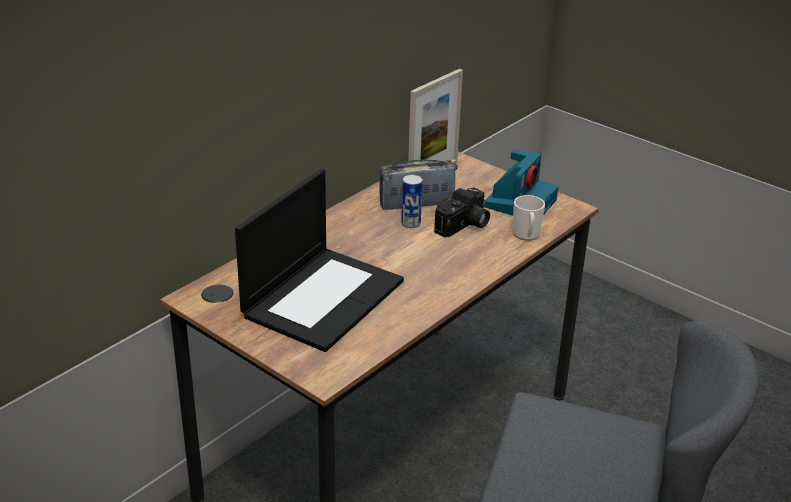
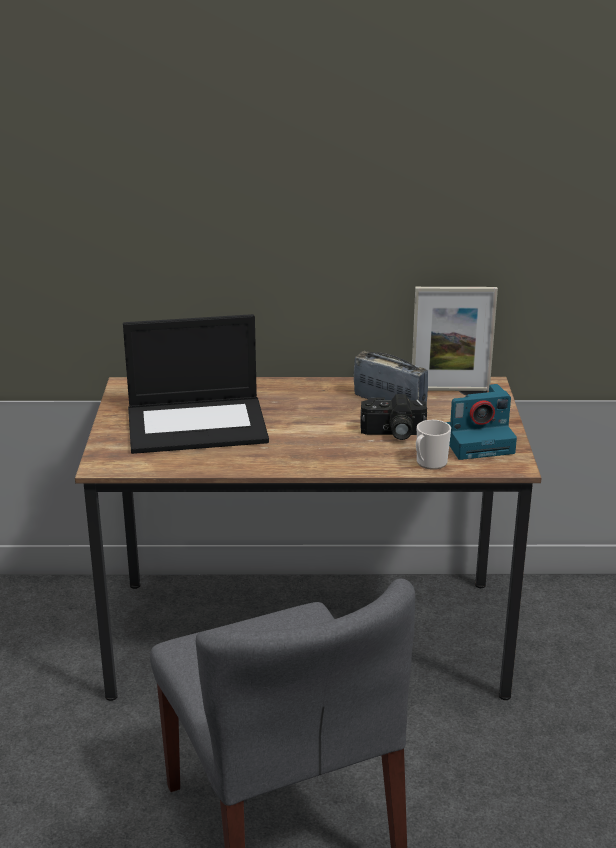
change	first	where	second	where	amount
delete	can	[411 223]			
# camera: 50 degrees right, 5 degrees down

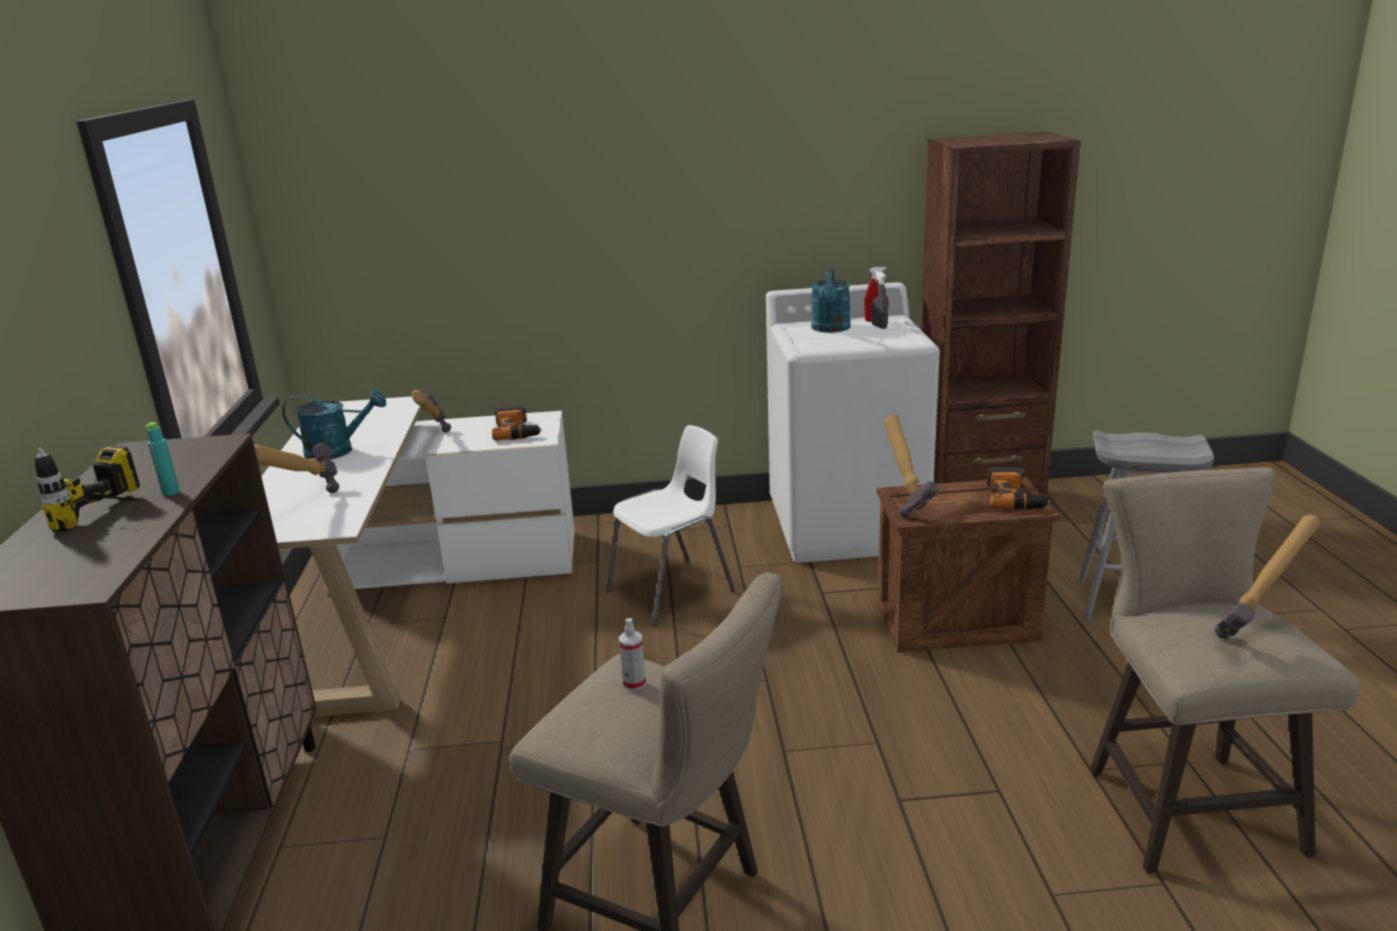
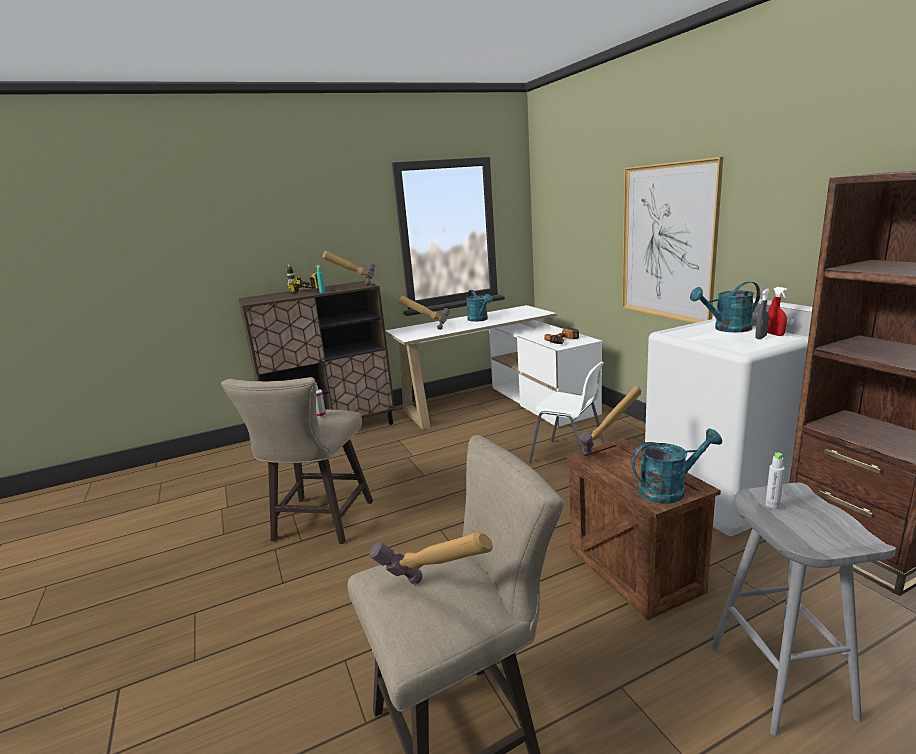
change	first	where	second	where	amount
insert			picture	[667 242]	
insert			grey bottle	[772 505]	
move	hammer	[431 442]		[353 286]	
replace	power drill	[1015 497]	turquoise watering can	[669 490]	
# camera: 70 degrees right, 5 degrees down

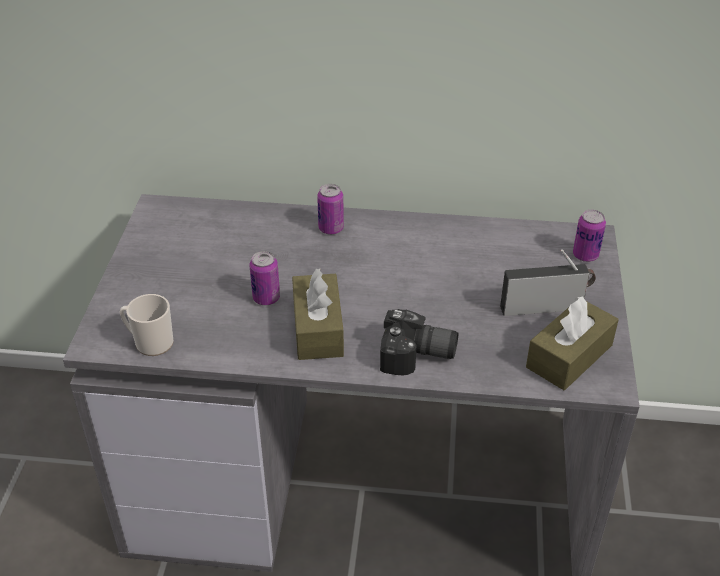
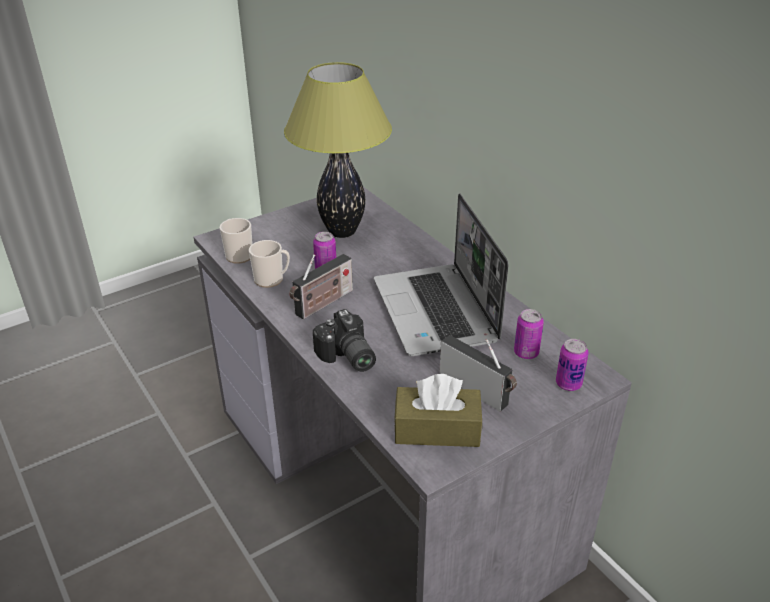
change	first	where	second	where	amount
insert			mug	[272 279]	
insert			table lamp	[342 231]	
insert			laptop	[437 312]	
move	can	[331 228]		[526 353]	
replace	brown tissue box	[318 329]	radio	[322 304]	
# camera: 50 degrees right, 5 degrees down

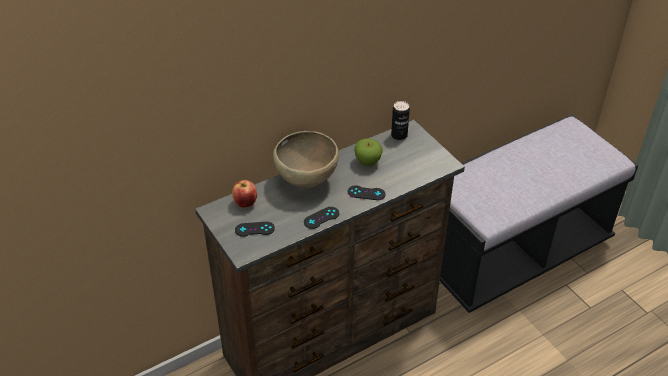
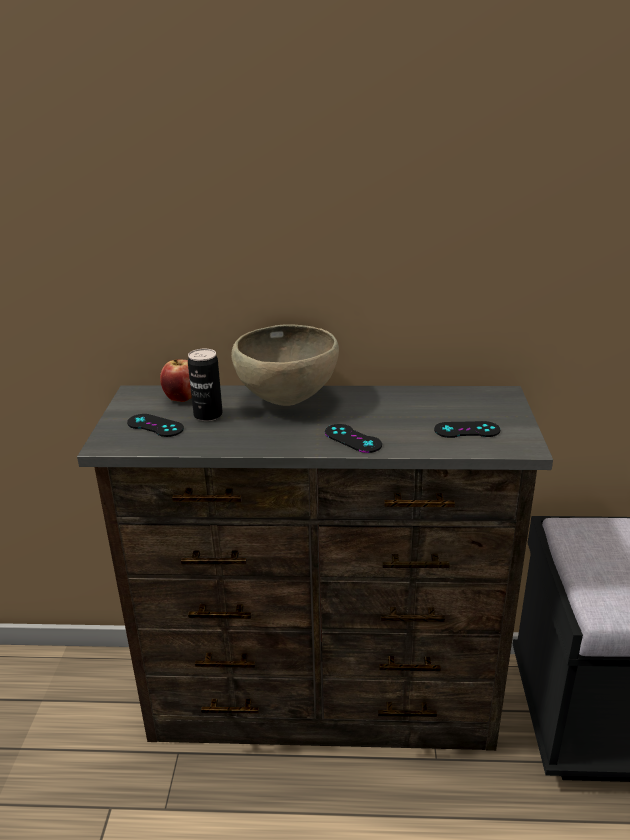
change	first	where	second	where	amount
delete	apple	[368 162]			
move	black game controller	[321 218]		[467 430]	
move	can	[399 135]		[208 415]	
# camera: 35 degrees right, 15 degrees down

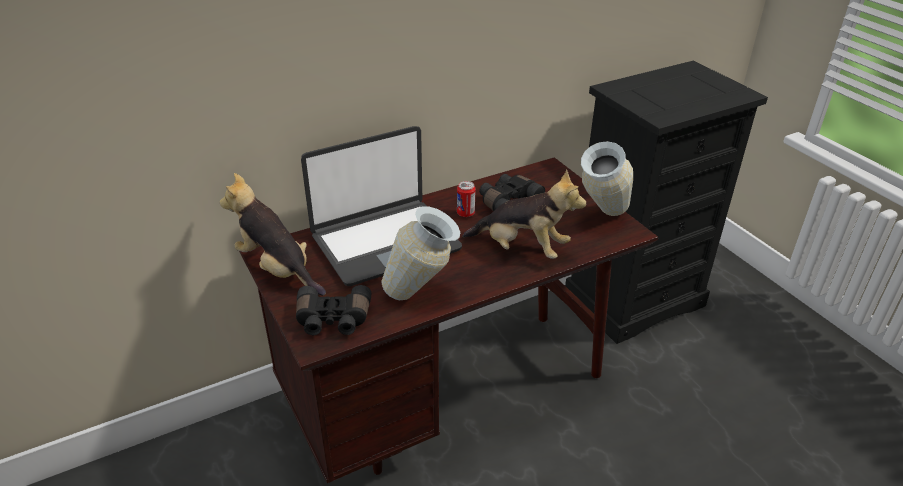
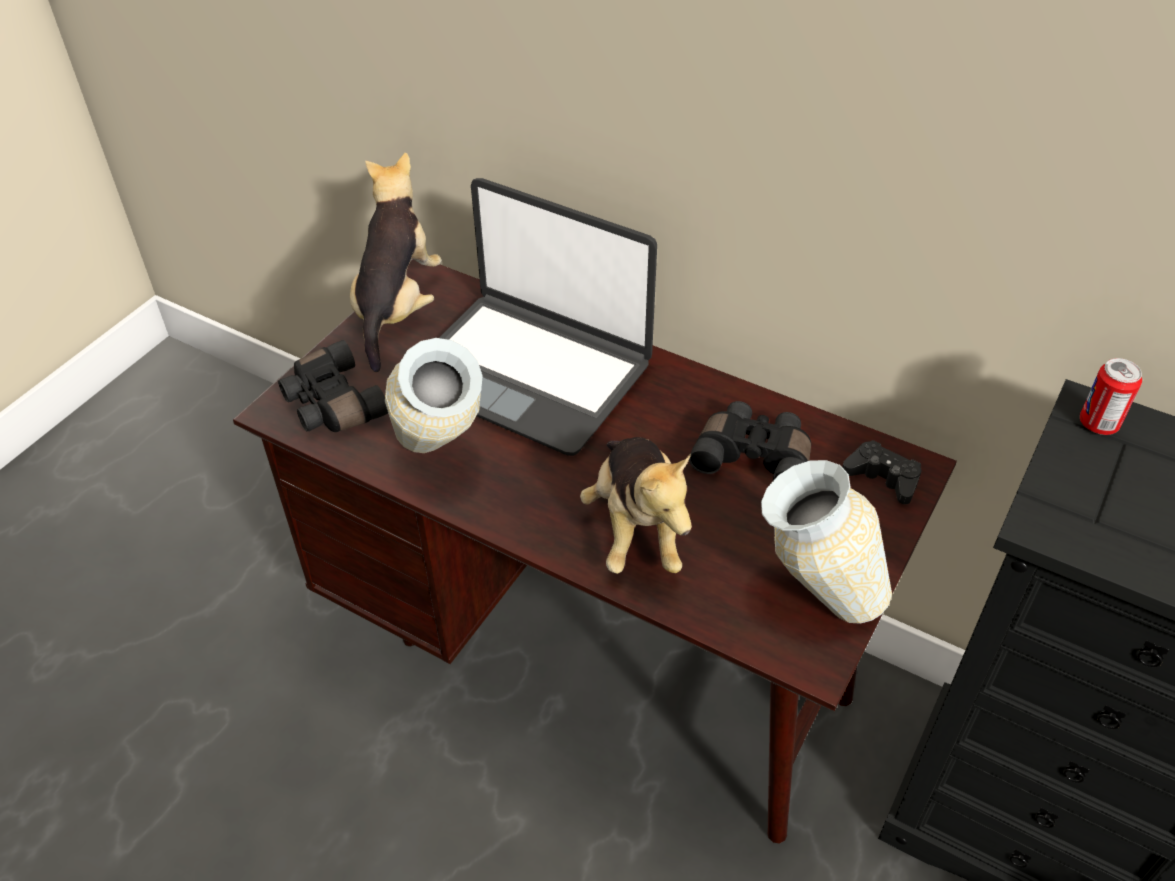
change	first	where	second	where	amount
insert			black game controller	[882 478]	
move	can	[465 213]		[1098 424]	
# camera: 60 degrees right, 10 degrees up

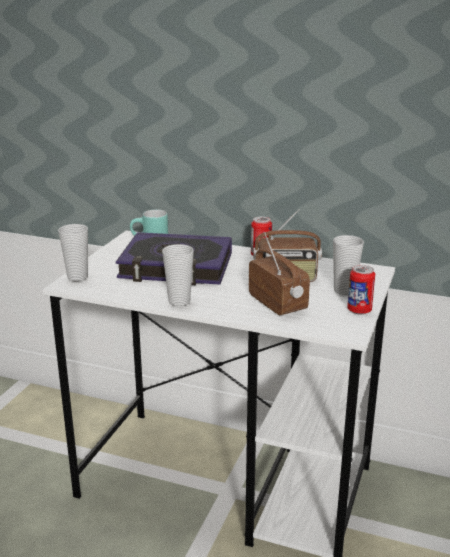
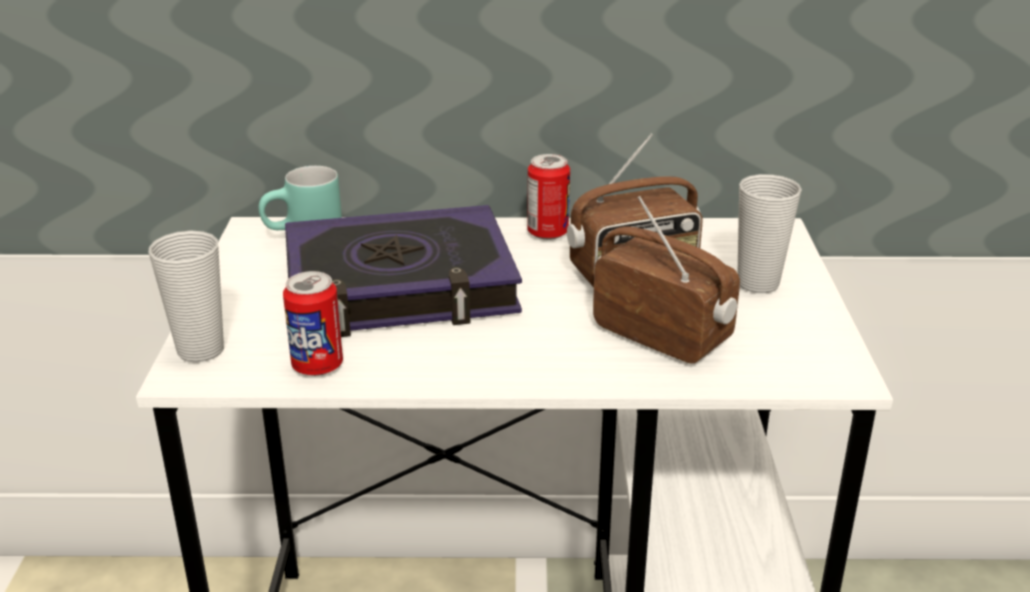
change	first	where	second	where	amount
delete	cup	[179 301]			
move	can	[359 310]		[317 366]	
# camera: 20 degrees left, 5 degrees up

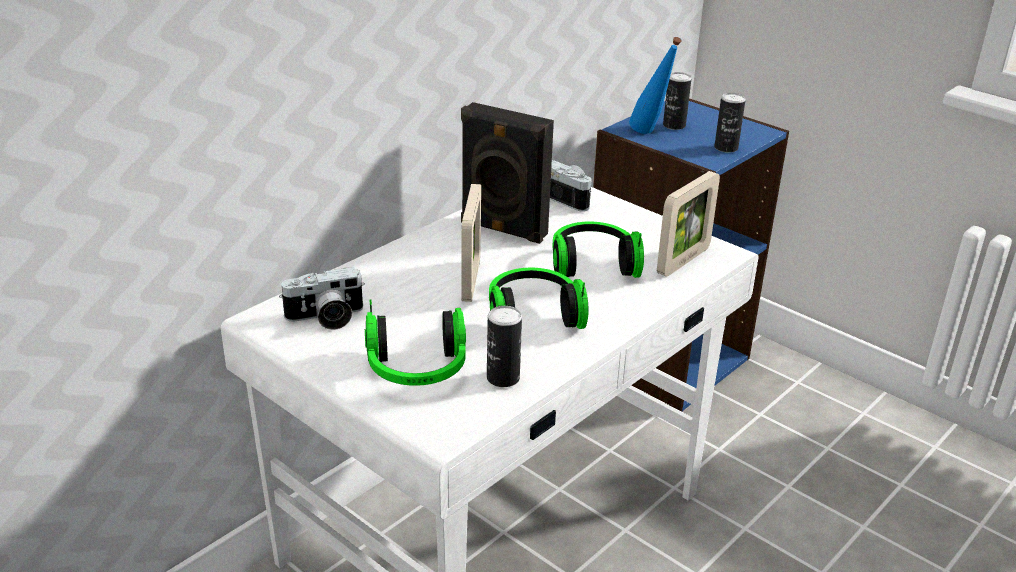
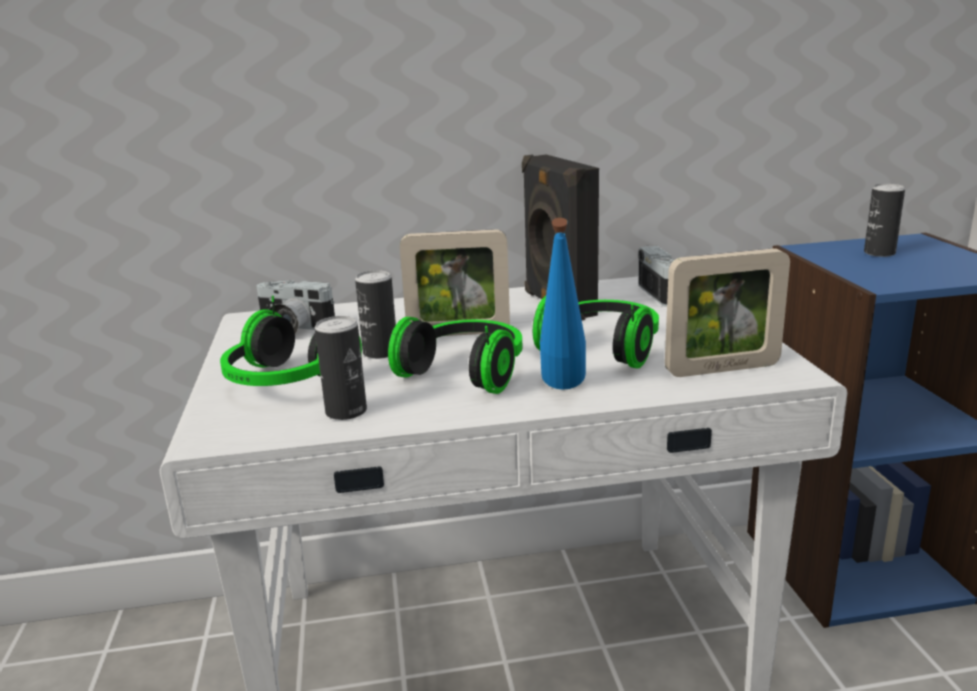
change	first	where	second	where	amount
move	blue bottle	[650 134]		[562 392]	
move	can	[726 148]		[380 352]	
rotate	picture frame	[471 281]		[458 333]	45 degrees clockwise
# camera: 40 degrees right, 10 degrees down

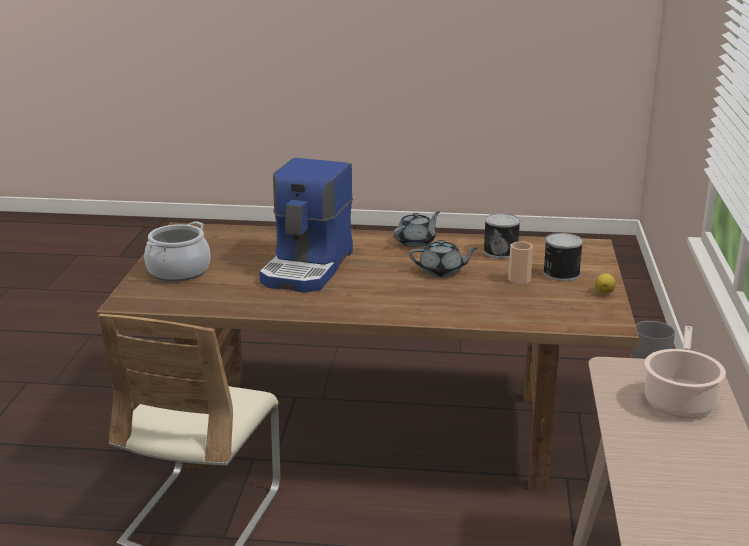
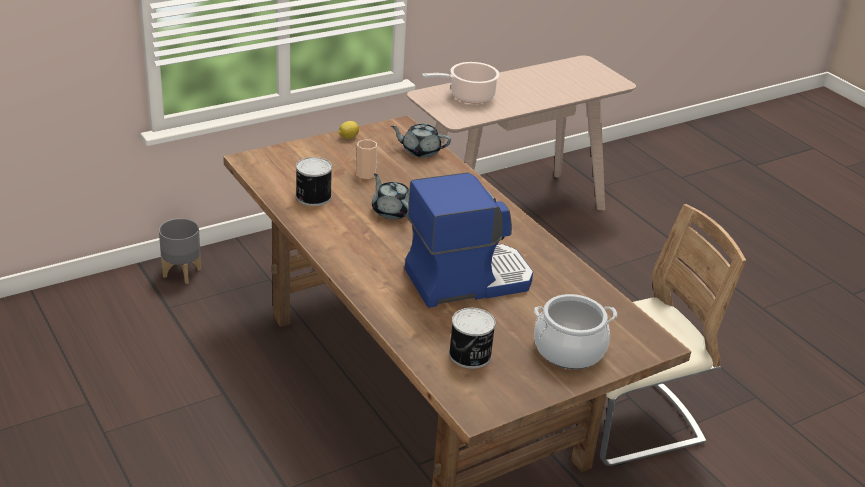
change	first	where	second	where	amount
move	grey teapot	[416 242]		[420 151]	
move	can	[560 273]		[470 355]	
# camera: 130 degrees left, 10 degrees up

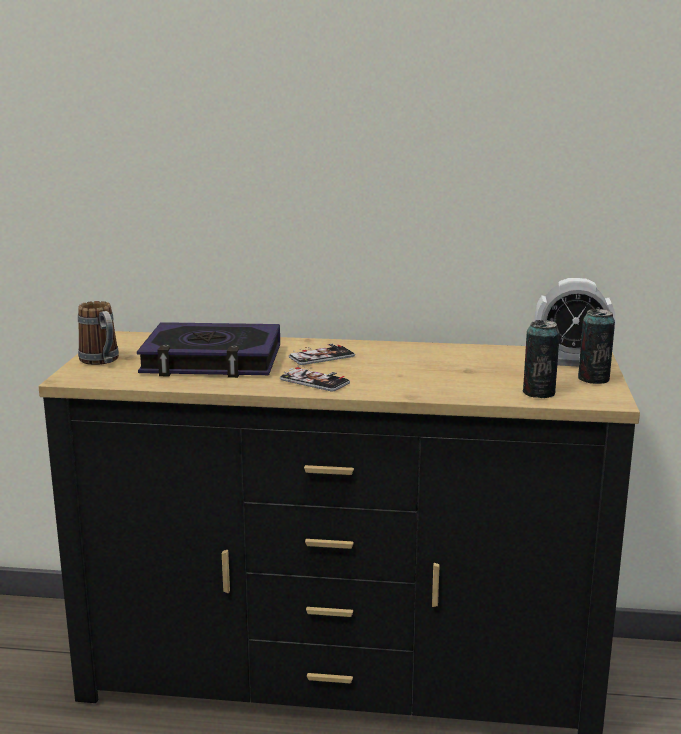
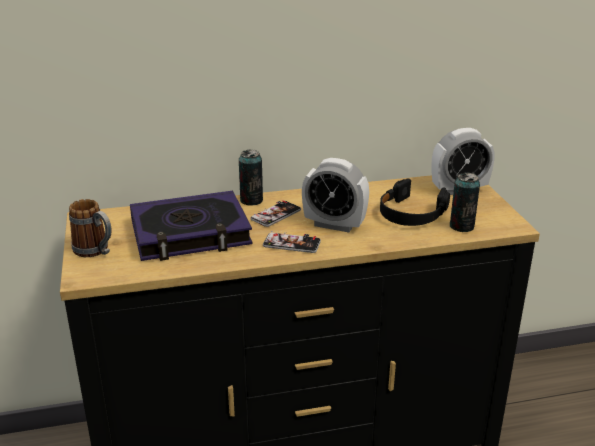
change	first	where	second	where	amount
insert			alarm clock	[334 225]	
insert			black headphones	[411 213]	
move	can	[593 379]		[251 200]	
# camera: 20 degrees left, 10 degrees up

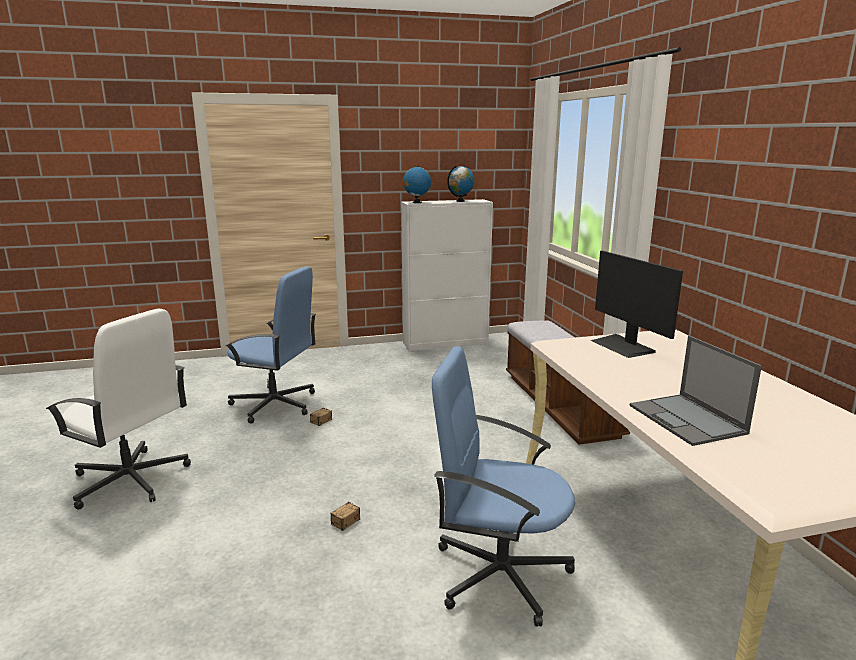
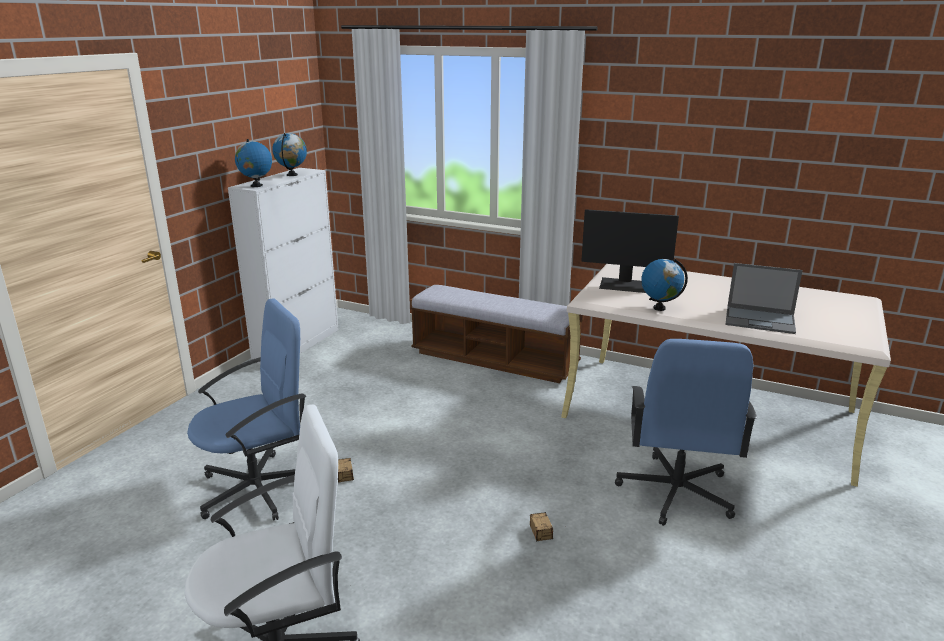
change	first	where	second	where	amount
insert			globe	[659 308]	
rotate	blue office chair	[498 573]		[675 492]	45 degrees counterclockwise
# camera: 50 degrees left, 5 degrees up

